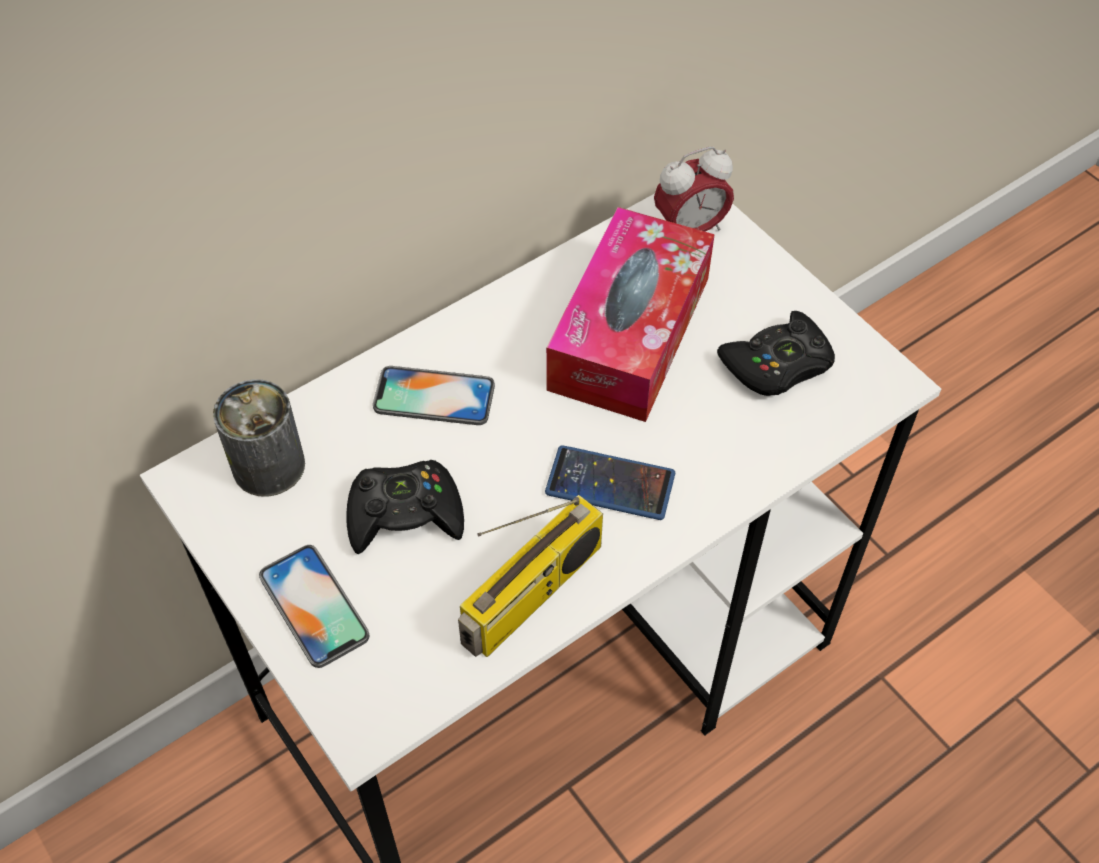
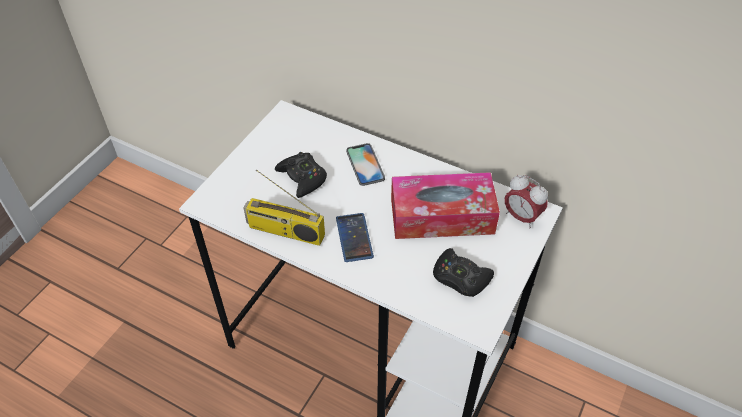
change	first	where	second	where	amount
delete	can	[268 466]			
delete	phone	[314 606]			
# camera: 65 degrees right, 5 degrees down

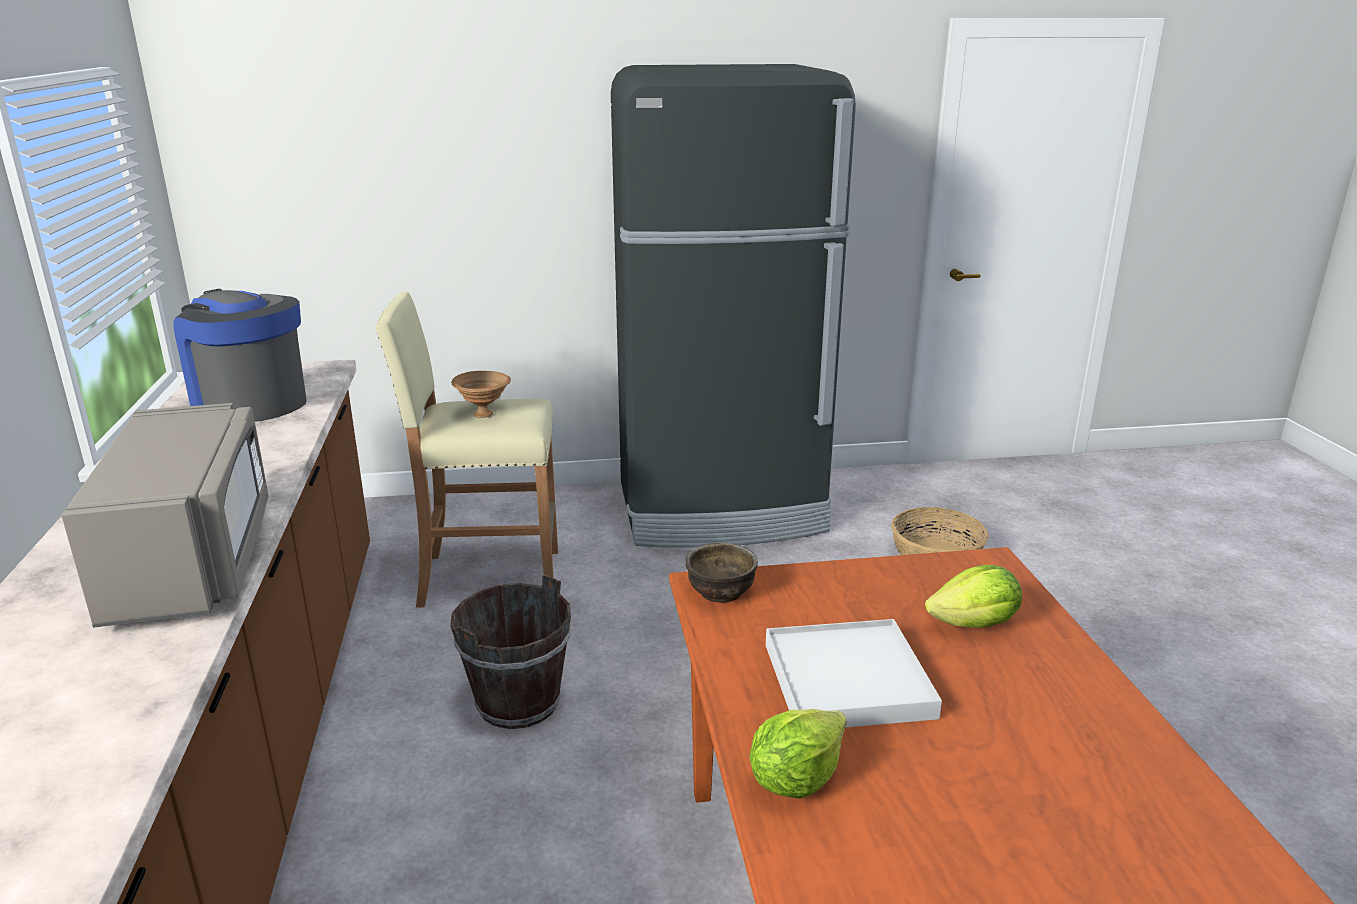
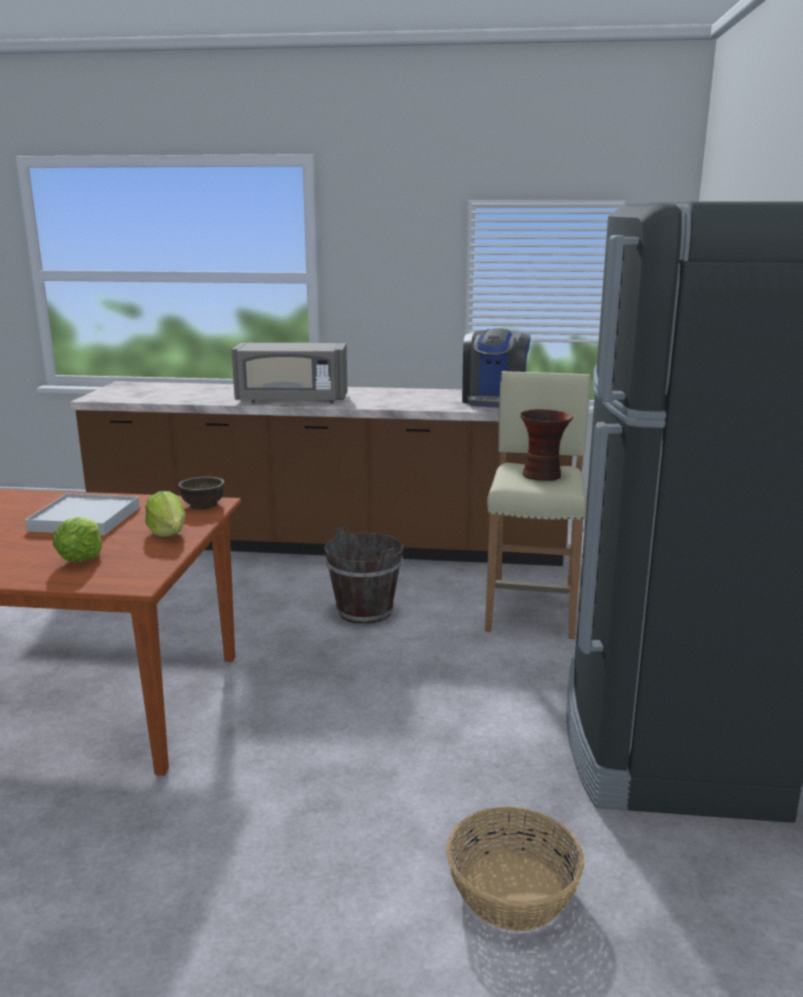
change	first	where	second	where	amount
move	lettuce	[795 778]		[168 533]	
replace	brown bowl	[484 414]	vase	[543 475]	
rotate	coffee machine	[249 402]		[494 400]	135 degrees clockwise
# camera: 105 degrees right, 5 degrees down

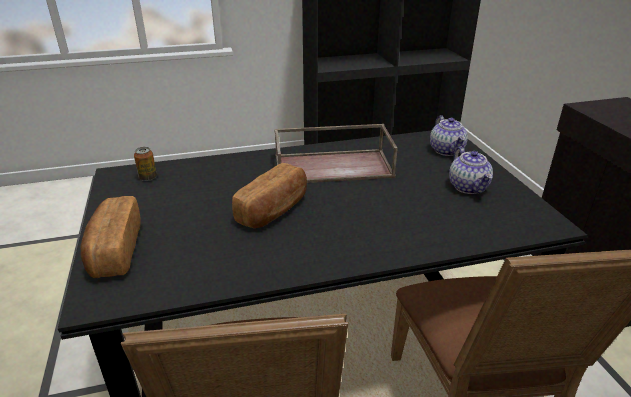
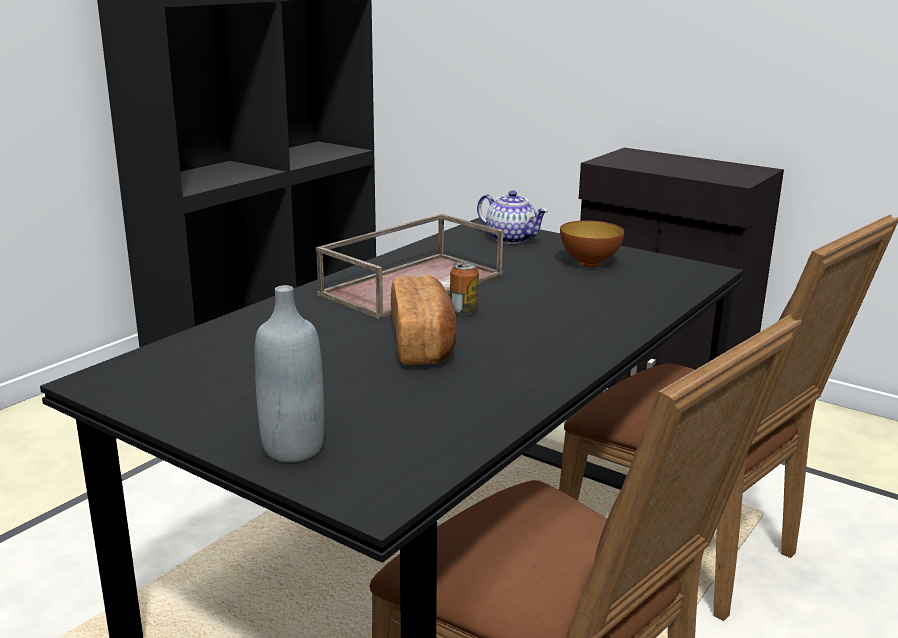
change	first	where	second	where	amount
move	can	[148 177]		[463 311]	
replace	bread	[114 251]	grey bottle	[293 449]	
replace	teapot	[469 187]	bowl	[589 263]	
# camera: 40 degrees left, 10 degrees down

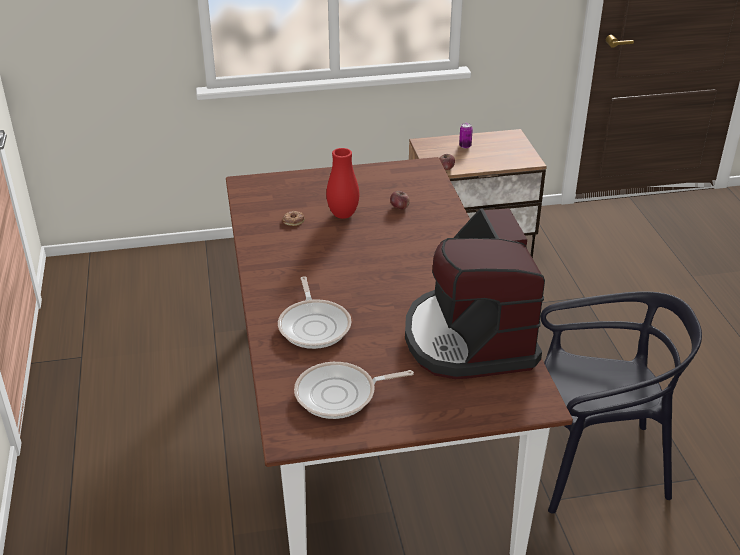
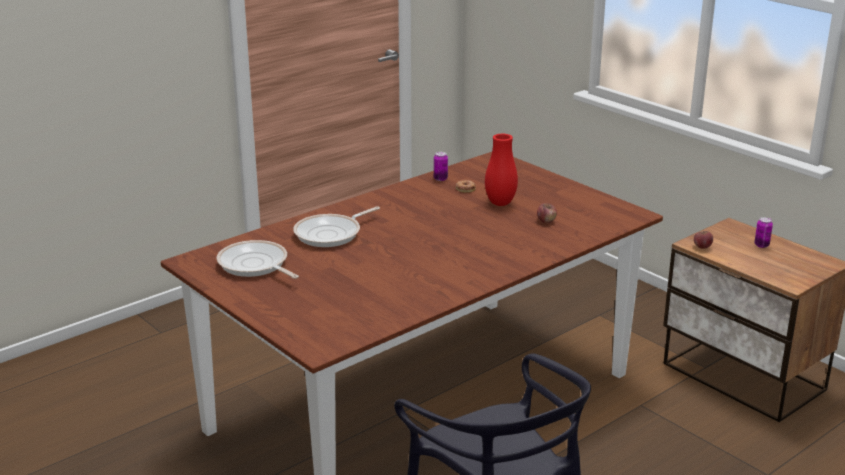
change	first	where	second	where	amount
delete	coffee machine	[469 338]			
insert			can	[440 179]	
# camera: 60 degrees right, 10 degrees down

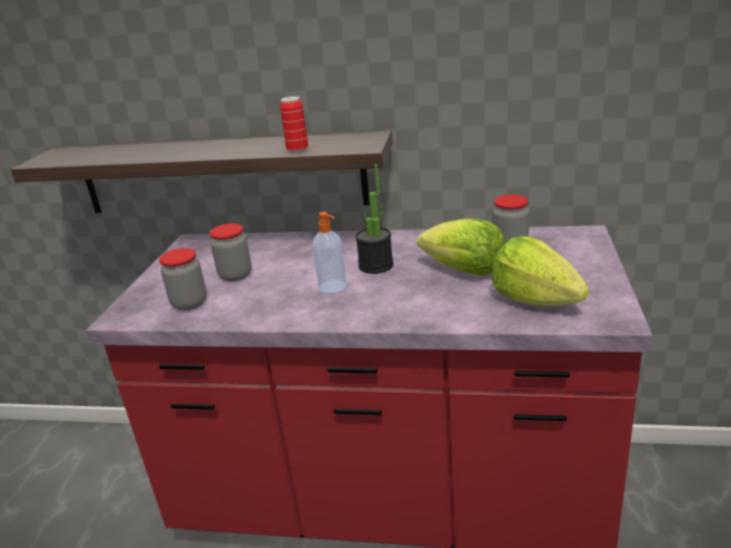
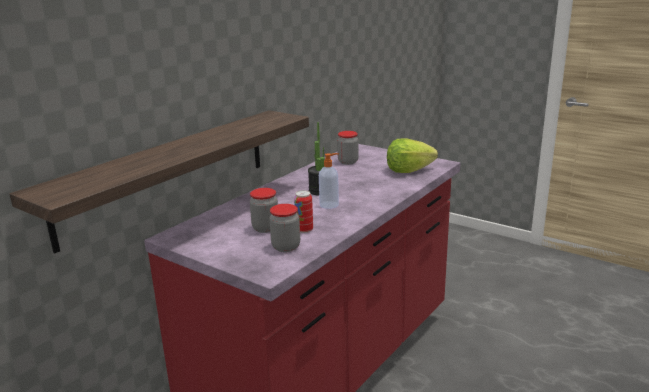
change	first	where	second	where	amount
delete	lettuce	[464 270]			
move	can	[297 150]		[304 230]	
# camera: 65 degrees left, 5 degrees down

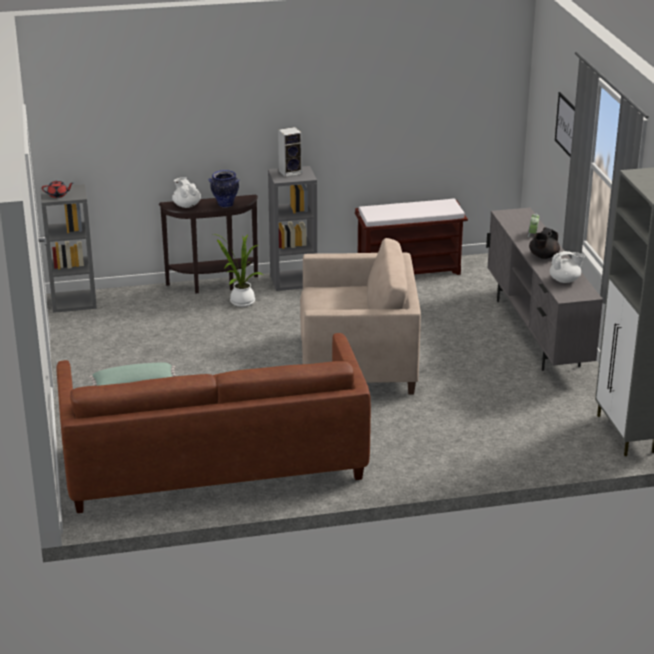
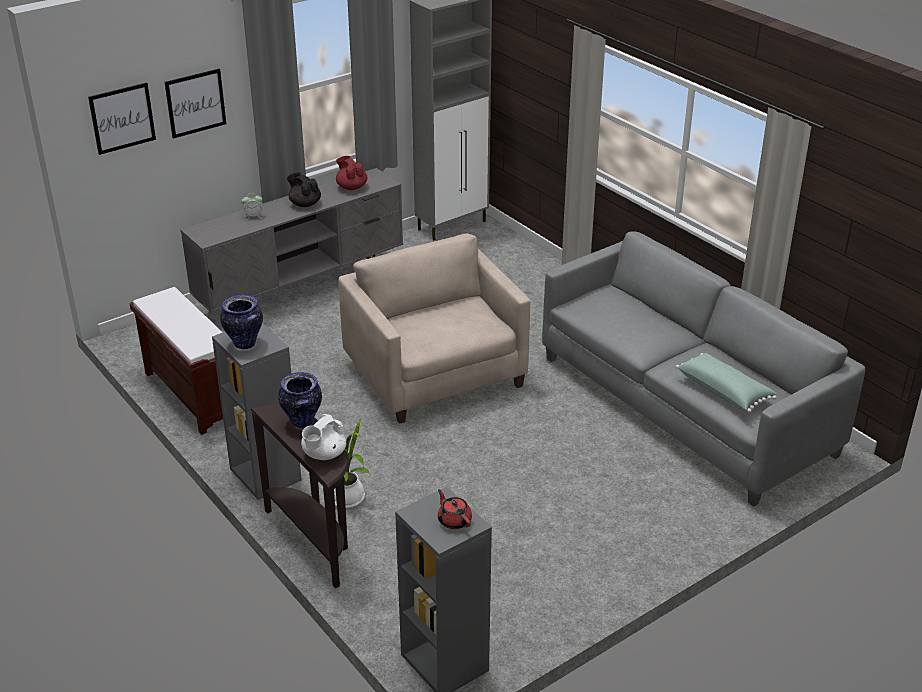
change	first	where	second	where	amount
insert			picture	[122 118]	
replace	speaker	[291 172]	vase	[244 343]	
recolor	brown sofa	[213 463]	grey sofa	[685 405]	
recolor	white teapot	[565 280]	red teapot	[351 187]	
rotate	black teapot	[543 256]		[305 204]	150 degrees counterclockwise
# camera: 115 degrees left, 5 degrees up

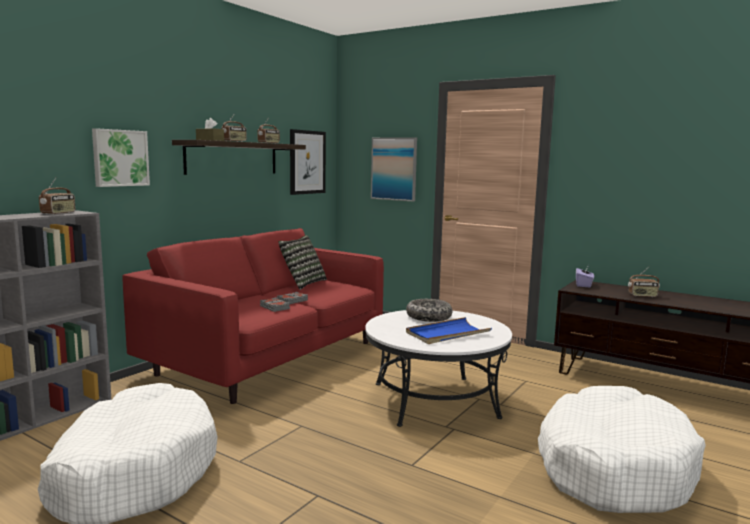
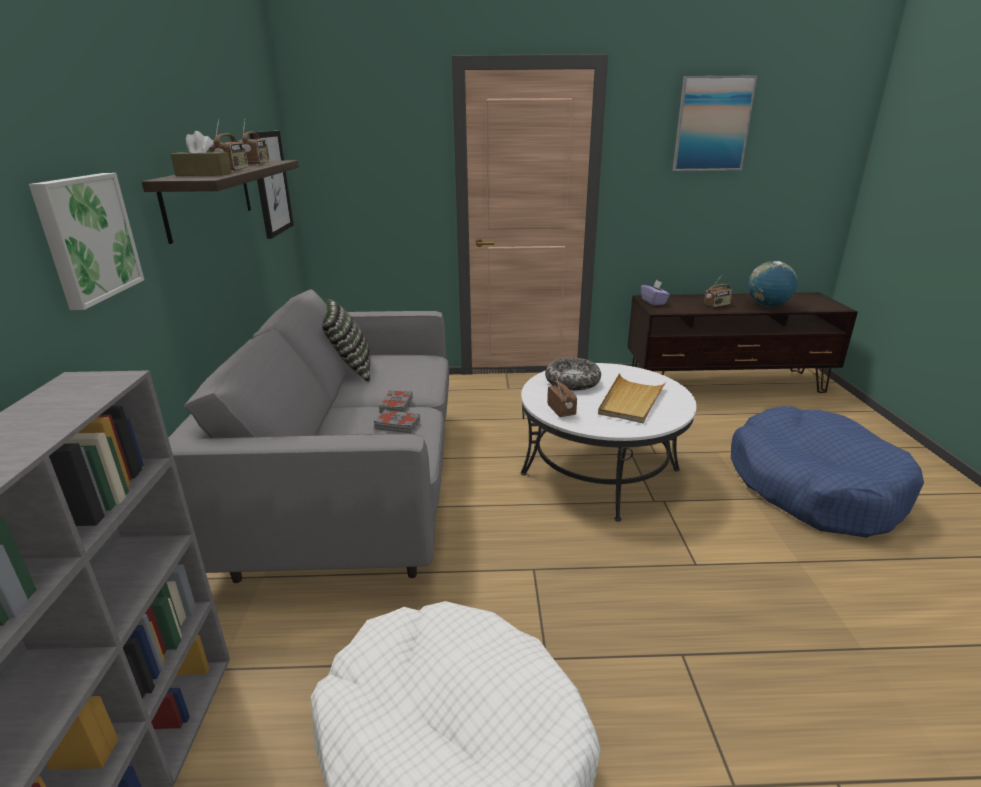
change	first	where	second	where	amount
insert			globe	[767 305]	
move	radio	[58 213]		[561 410]	
move	picture	[394 169]		[712 124]	
recolor	red sofa	[269 359]	grey sofa	[354 486]	
recolor	blue tray	[447 334]	beige tray	[631 401]	
recolor	white dog bed	[613 467]	blue dog bed	[813 486]	
# camera: 35 degrees left, 15 degrees up

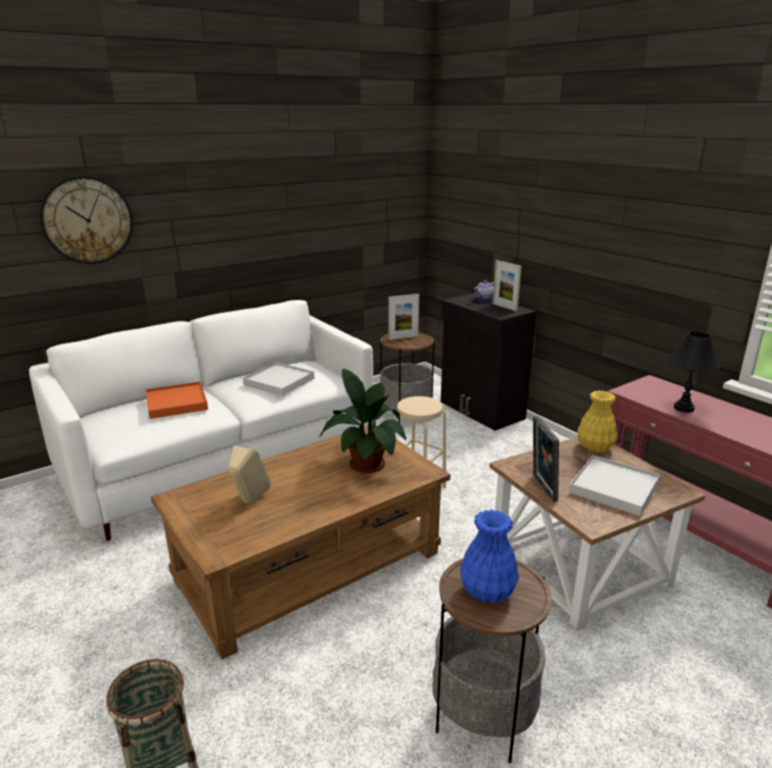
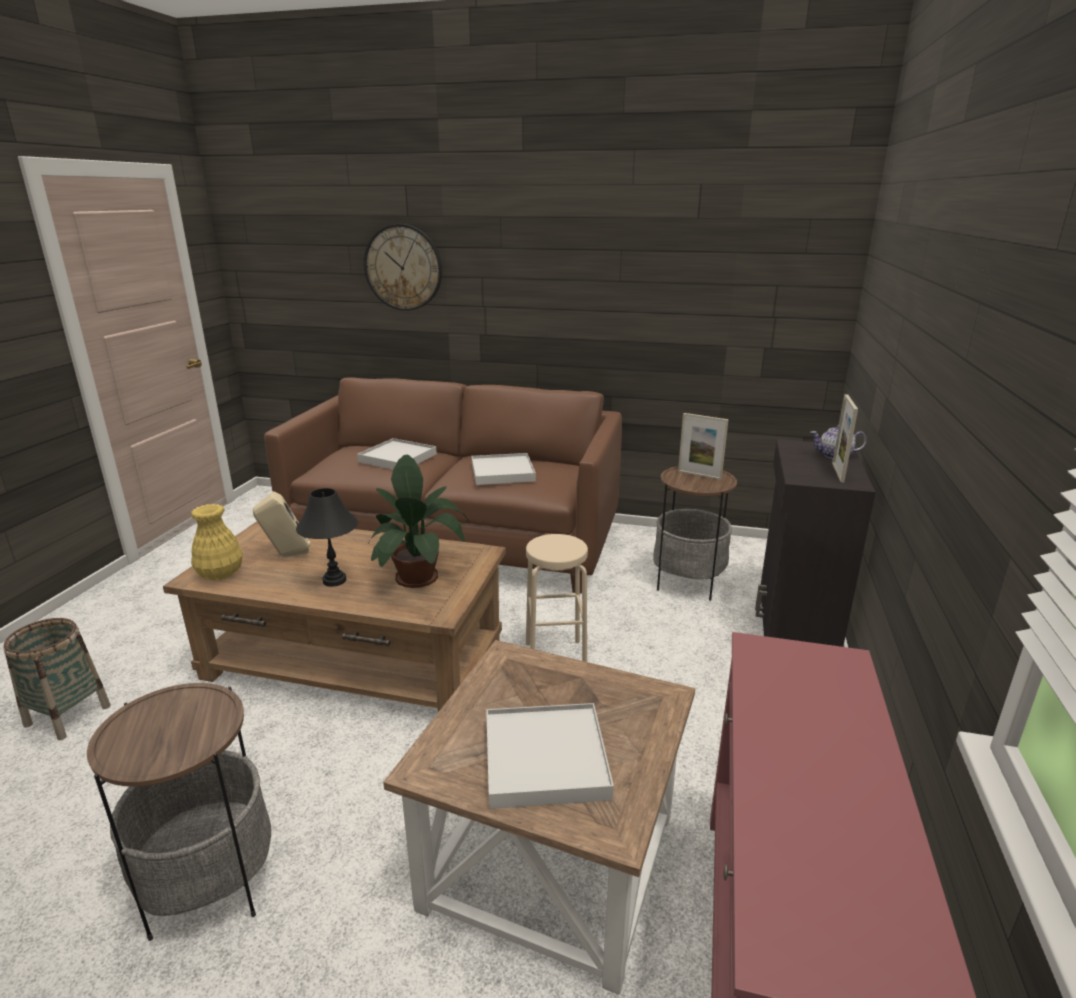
change	first	where	second	where	amount
delete	blue vase	[486 591]			
delete	picture frame	[541 488]			
move	yellow vase	[595 447]		[220 574]	
move	black table lamp	[684 408]		[335 580]	
recolor	white sofa	[222 462]	brown sofa	[458 540]	
recolor	orange tray	[176 403]	white tray	[397 458]	
# camera: 50 degrees right, 0 degrees up

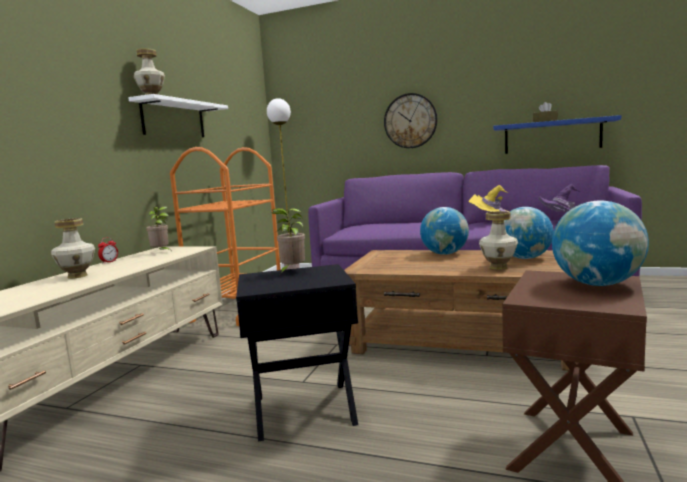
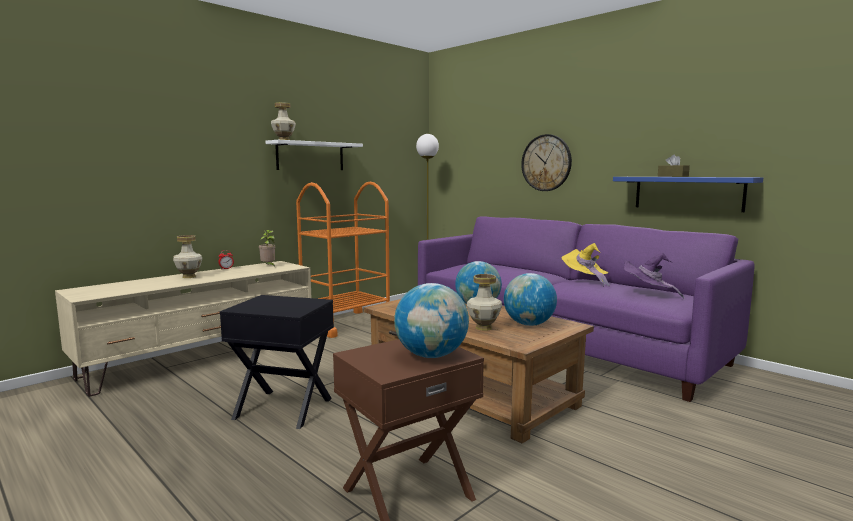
change	first	where	second	where	amount
delete	potted plant	[292 271]			
# camera: 25 degrees right, 0 degrees up

